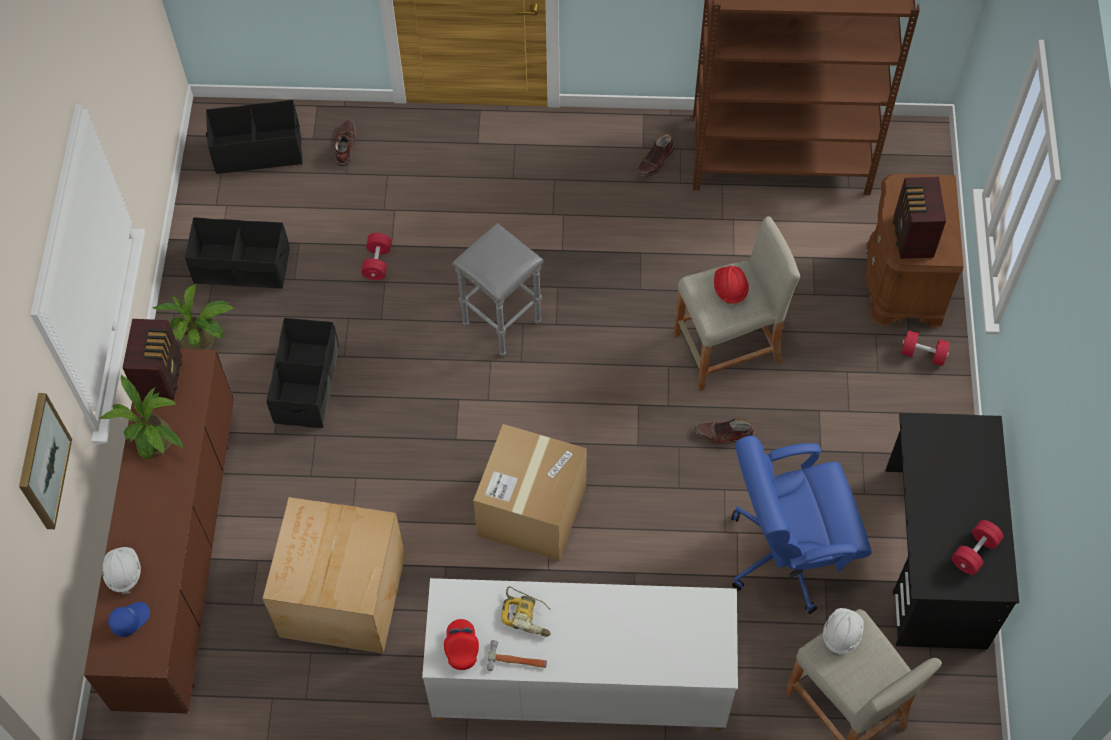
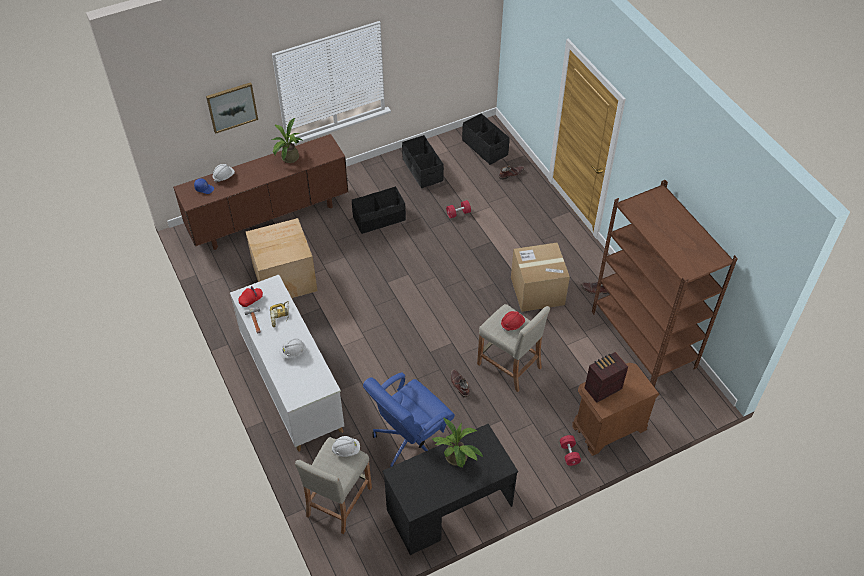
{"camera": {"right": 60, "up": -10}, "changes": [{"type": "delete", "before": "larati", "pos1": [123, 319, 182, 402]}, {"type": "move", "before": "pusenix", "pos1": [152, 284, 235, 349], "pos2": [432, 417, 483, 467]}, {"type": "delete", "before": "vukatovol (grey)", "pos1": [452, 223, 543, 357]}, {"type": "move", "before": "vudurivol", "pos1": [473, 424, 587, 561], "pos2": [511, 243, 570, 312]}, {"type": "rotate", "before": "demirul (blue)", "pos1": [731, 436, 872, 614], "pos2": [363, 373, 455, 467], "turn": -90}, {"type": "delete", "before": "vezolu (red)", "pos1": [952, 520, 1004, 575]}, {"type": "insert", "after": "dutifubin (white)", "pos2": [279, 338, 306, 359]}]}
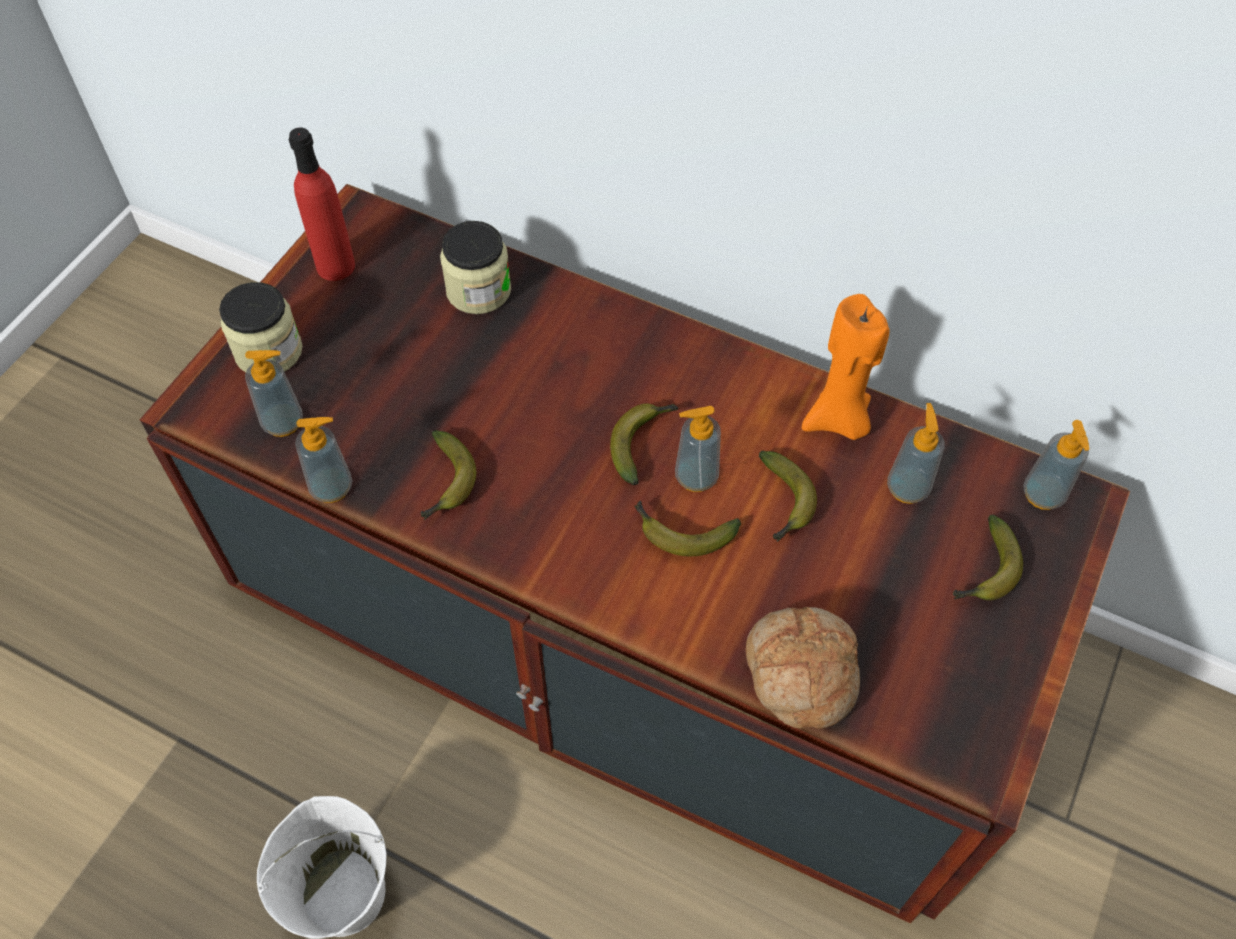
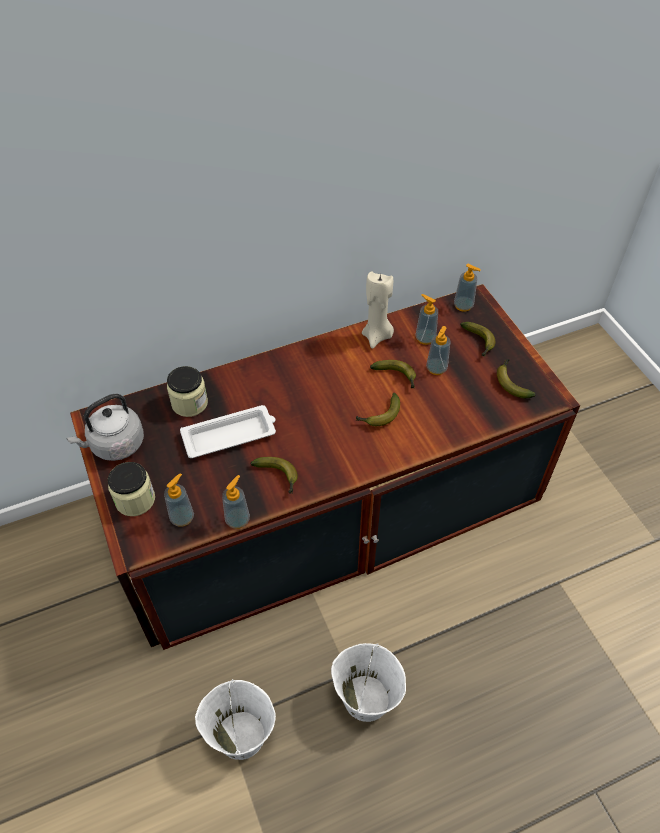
{"camera": {"right": -50, "up": -5}, "changes": [{"type": "replace", "before": "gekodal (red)", "after": "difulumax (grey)", "pos1": [289, 127, 355, 281], "pos2": [66, 394, 144, 461]}, {"type": "move", "before": "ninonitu", "pos1": [610, 403, 678, 485], "pos2": [497, 359, 536, 398]}, {"type": "move", "before": "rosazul", "pos1": [675, 406, 721, 492], "pos2": [426, 326, 450, 375]}, {"type": "delete", "before": "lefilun", "pos1": [746, 607, 860, 729]}, {"type": "recolor", "before": "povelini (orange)", "after": "povelini (beige)", "pos1": [802, 294, 890, 440], "pos2": [362, 271, 394, 349]}, {"type": "insert", "after": "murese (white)", "pos2": [180, 405, 276, 458]}, {"type": "insert", "after": "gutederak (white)", "pos2": [195, 679, 276, 760]}]}
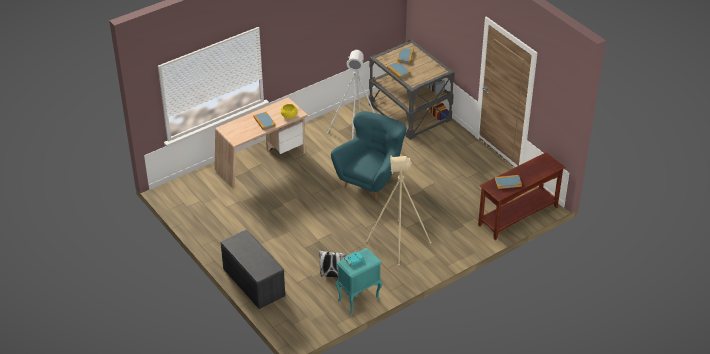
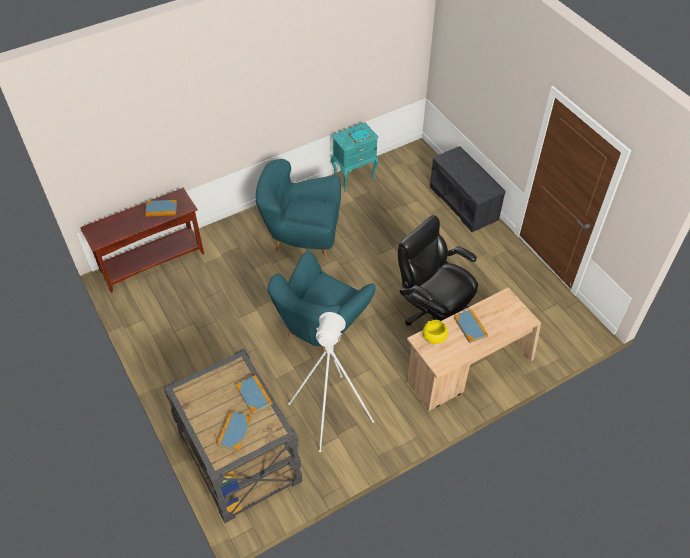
{"camera": {"right": -175, "up": 10}, "changes": [{"type": "delete", "before": "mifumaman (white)", "pos1": [319, 250, 346, 278]}, {"type": "replace", "before": "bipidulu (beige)", "after": "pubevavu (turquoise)", "pos1": [366, 155, 431, 266], "pos2": [256, 159, 341, 257]}, {"type": "insert", "after": "demirul (black)", "pos2": [398, 215, 478, 326]}]}
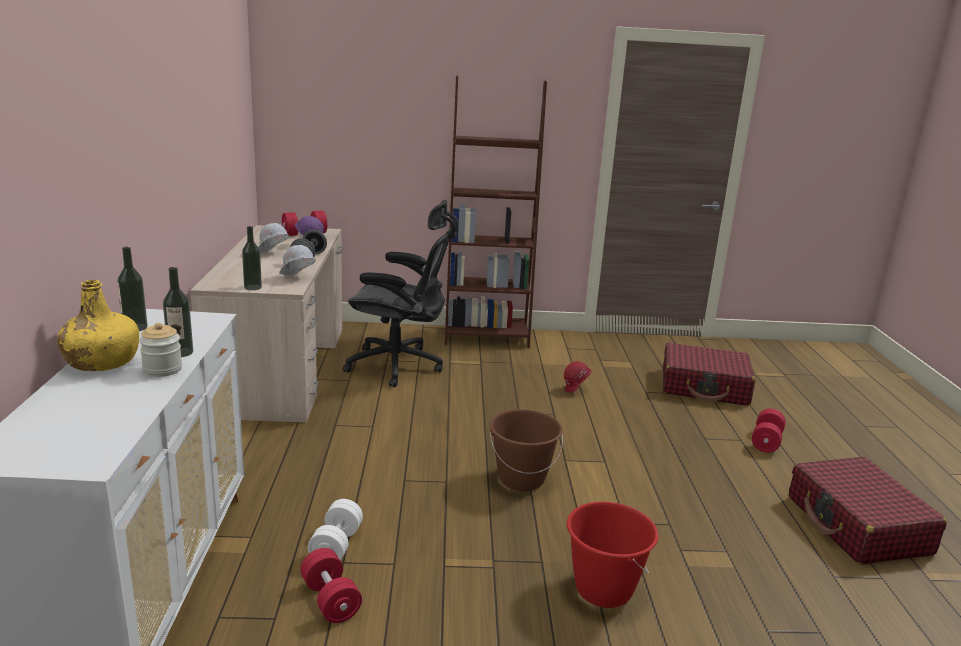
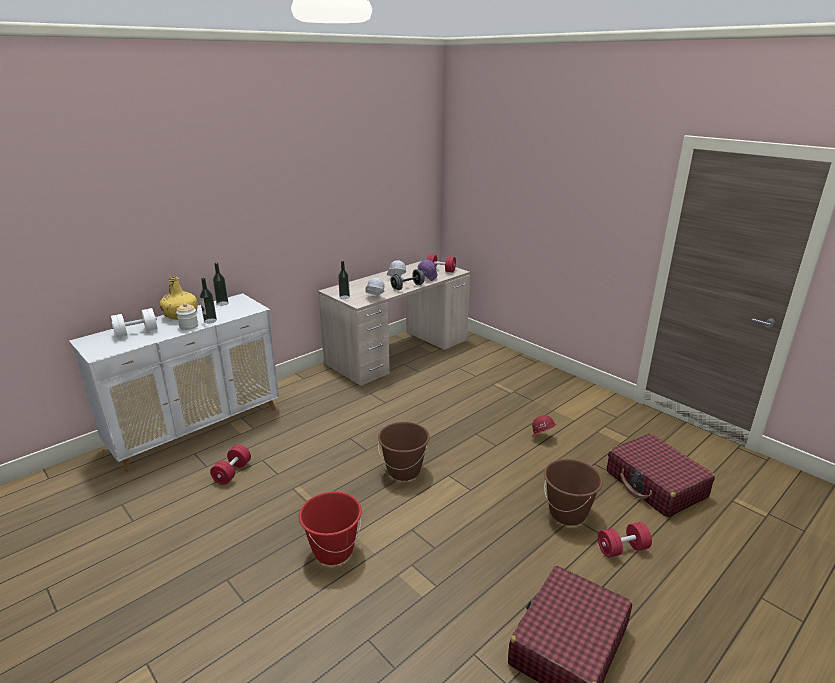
{"camera": {"right": 50, "up": 5}, "changes": [{"type": "move", "before": "vezolu (white)", "pos1": [308, 499, 363, 561], "pos2": [111, 308, 157, 337]}, {"type": "delete", "before": "demirul", "pos1": [343, 200, 458, 387]}, {"type": "delete", "before": "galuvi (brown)", "pos1": [445, 76, 547, 348]}, {"type": "insert", "after": "gutederak (brown)", "pos2": [544, 459, 603, 526]}]}
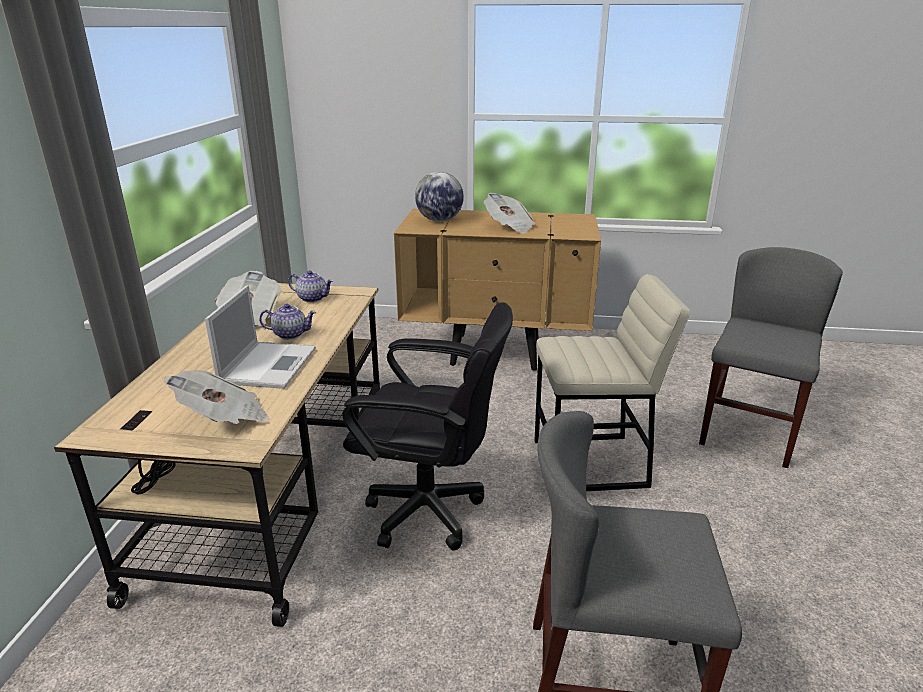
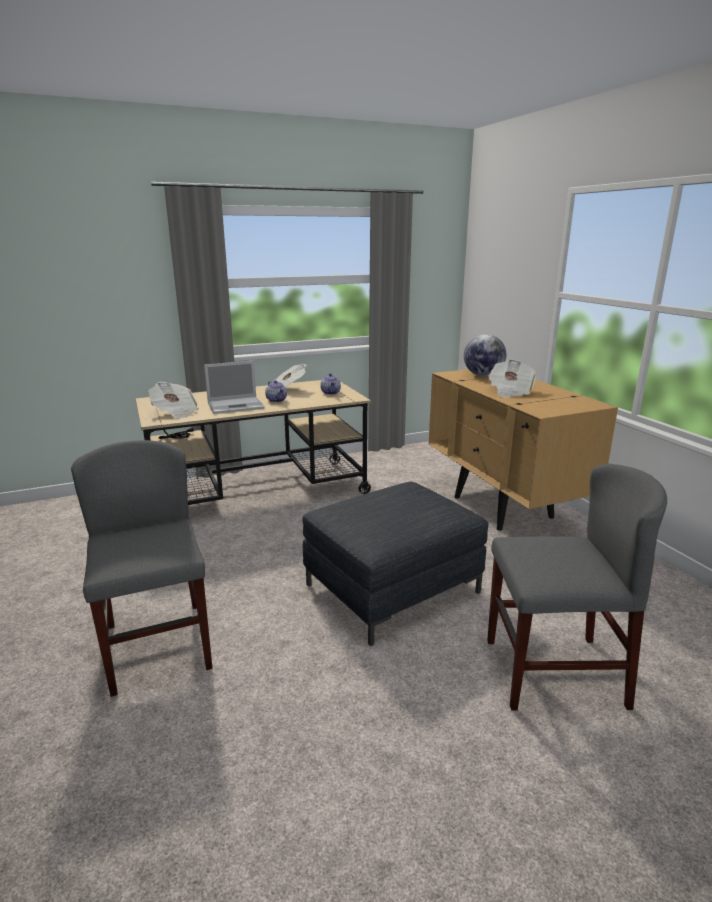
{"camera": {"right": 60, "up": -5}, "changes": [{"type": "delete", "before": "demirul (black)", "pos1": [343, 302, 513, 551]}, {"type": "replace", "before": "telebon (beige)", "after": "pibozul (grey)", "pos1": [535, 274, 690, 491], "pos2": [303, 482, 488, 646]}]}
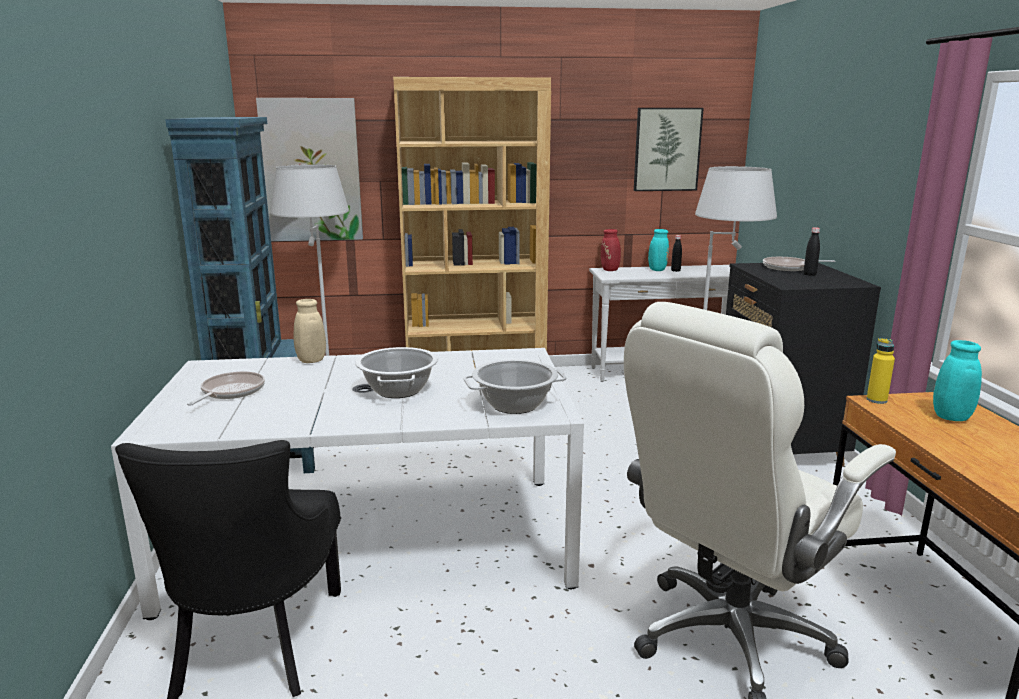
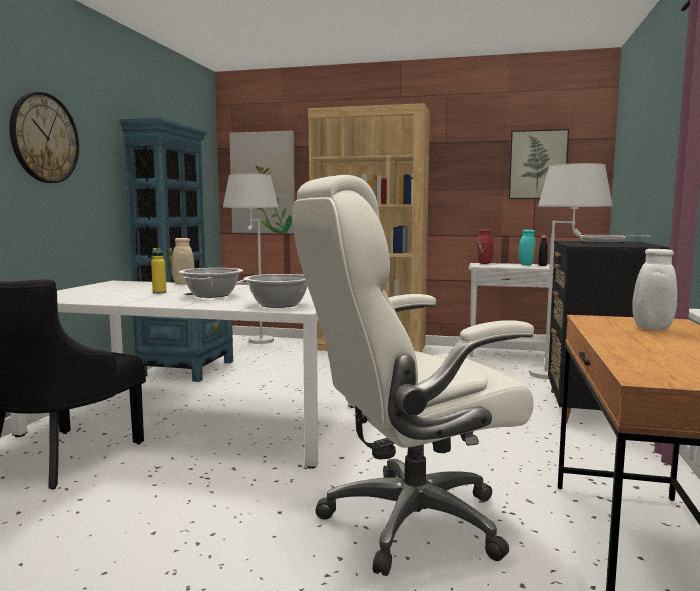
{"camera": {"right": 20, "up": -10}, "changes": [{"type": "delete", "before": "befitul", "pos1": [187, 372, 265, 406]}, {"type": "delete", "before": "gekodal (black)", "pos1": [804, 227, 820, 276]}, {"type": "move", "before": "gekodal (yellow)", "pos1": [867, 338, 895, 404], "pos2": [151, 248, 167, 294]}, {"type": "recolor", "before": "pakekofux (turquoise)", "after": "pakekofux (white)", "pos1": [933, 340, 982, 421], "pos2": [626, 248, 677, 330]}, {"type": "insert", "after": "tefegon", "pos2": [9, 92, 79, 183]}]}
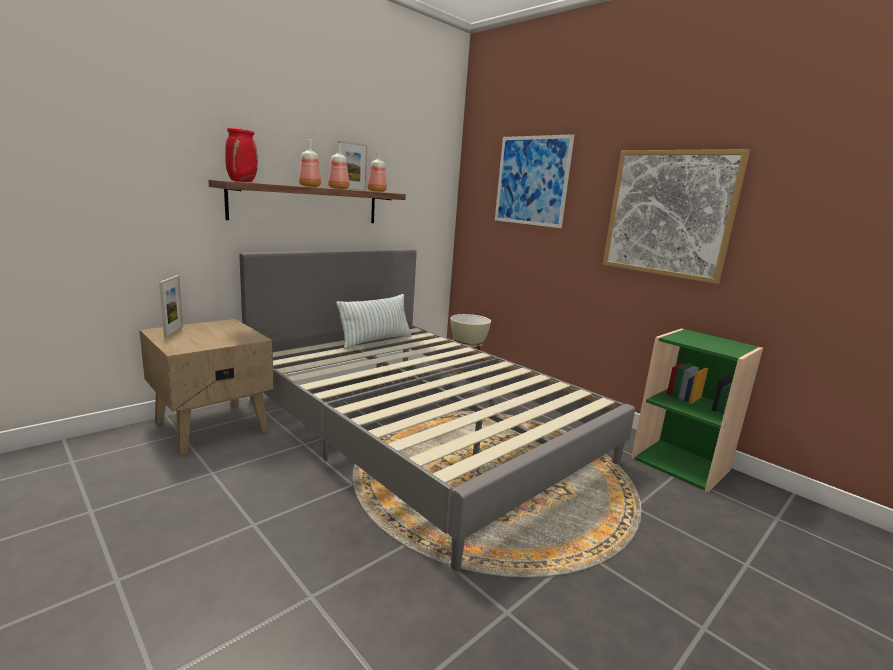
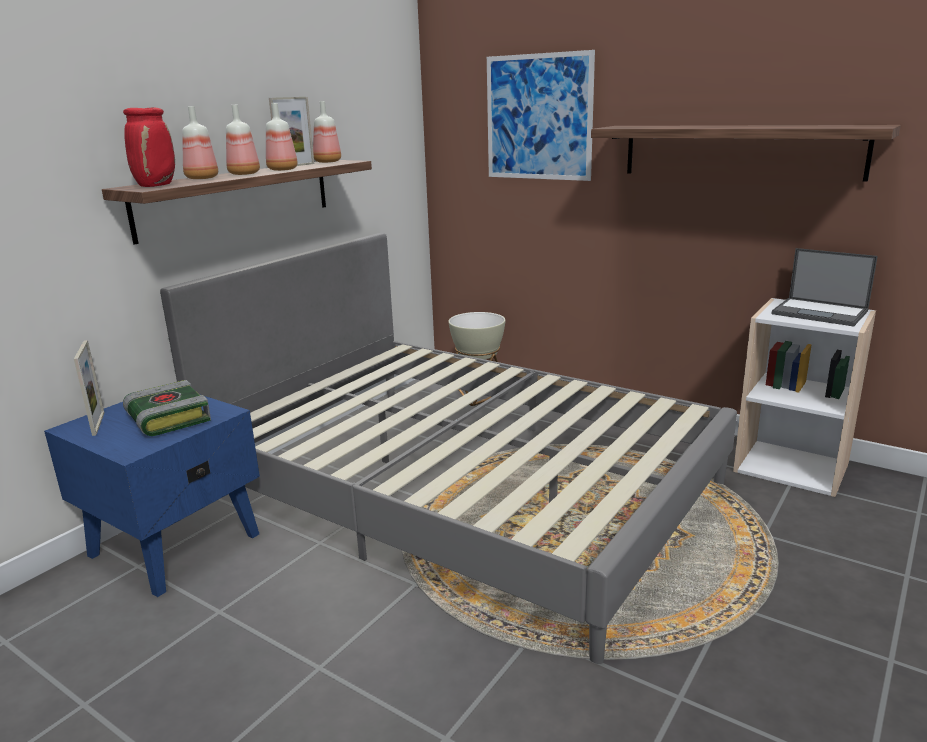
{"camera": {"right": -10, "up": 5}, "changes": [{"type": "recolor", "before": "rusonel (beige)", "after": "rusonel (blue)", "pos1": [139, 319, 274, 456], "pos2": [44, 394, 260, 597]}, {"type": "delete", "before": "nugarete", "pos1": [336, 294, 412, 349]}, {"type": "replace", "before": "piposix", "after": "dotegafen", "pos1": [603, 149, 750, 284], "pos2": [591, 125, 901, 182]}, {"type": "recolor", "before": "galuvi (green)", "after": "galuvi (white)", "pos1": [631, 328, 763, 492], "pos2": [733, 298, 876, 497]}, {"type": "insert", "after": "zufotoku", "pos2": [123, 380, 211, 436]}, {"type": "insert", "after": "gekodal", "pos2": [182, 106, 218, 179]}, {"type": "insert", "after": "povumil", "pos2": [771, 248, 878, 326]}]}
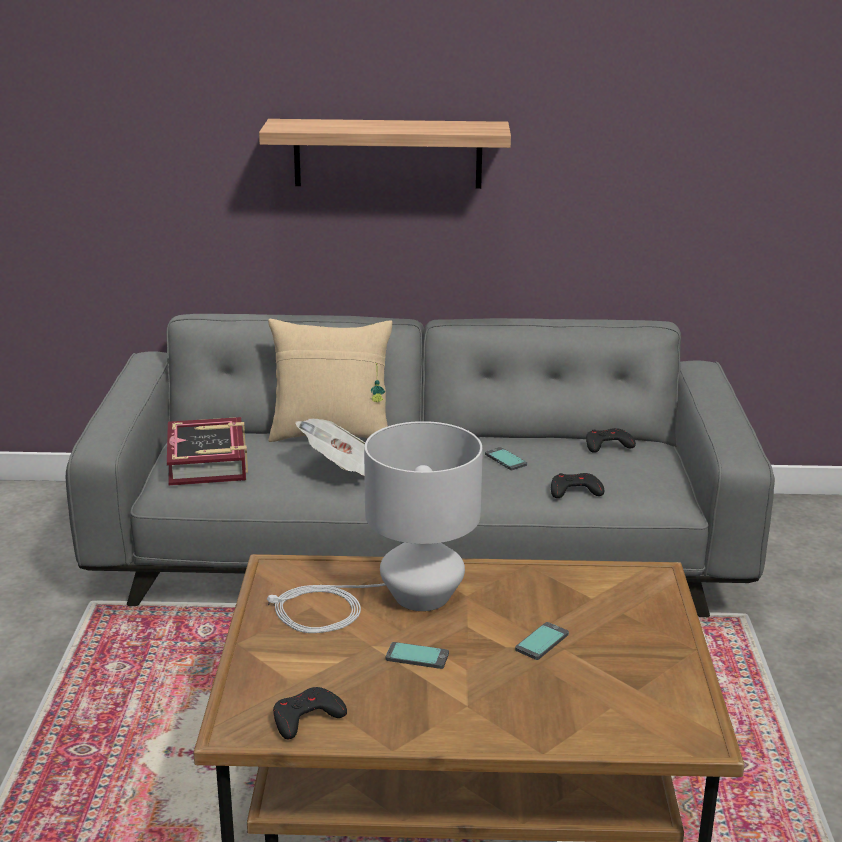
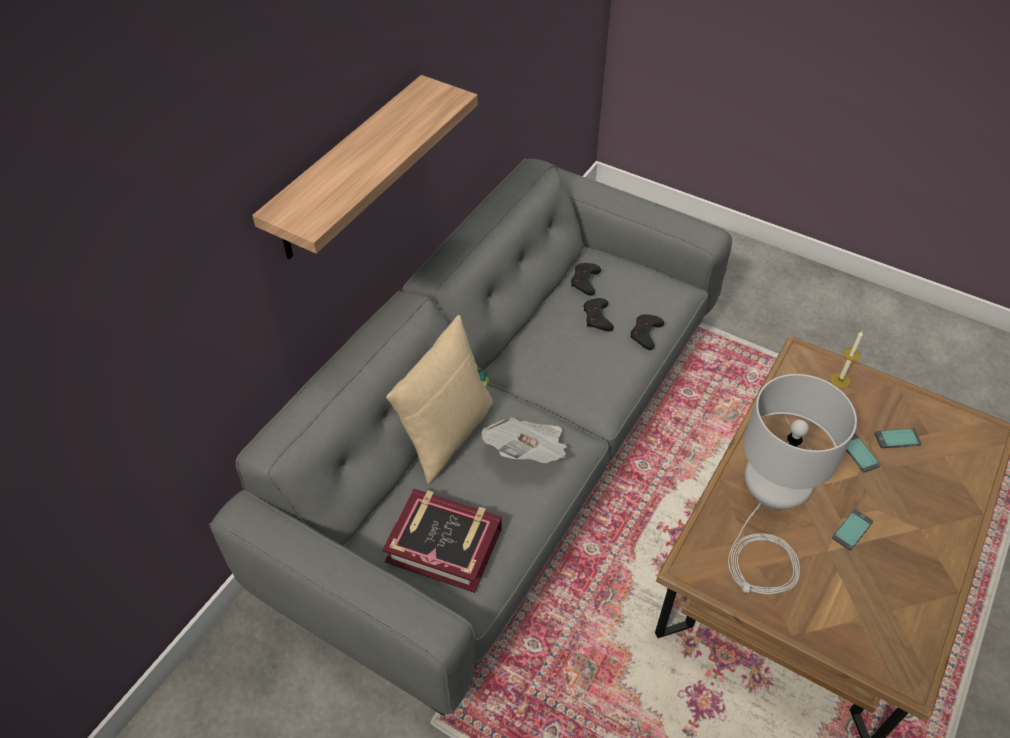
{"camera": {"right": -60, "up": 25}, "changes": [{"type": "move", "before": "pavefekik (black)", "pos1": [273, 687, 347, 739], "pos2": [584, 298, 614, 332]}, {"type": "move", "before": "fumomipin", "pos1": [485, 447, 527, 470], "pos2": [875, 428, 922, 448]}, {"type": "insert", "after": "povelini", "pos2": [830, 331, 863, 388]}]}
